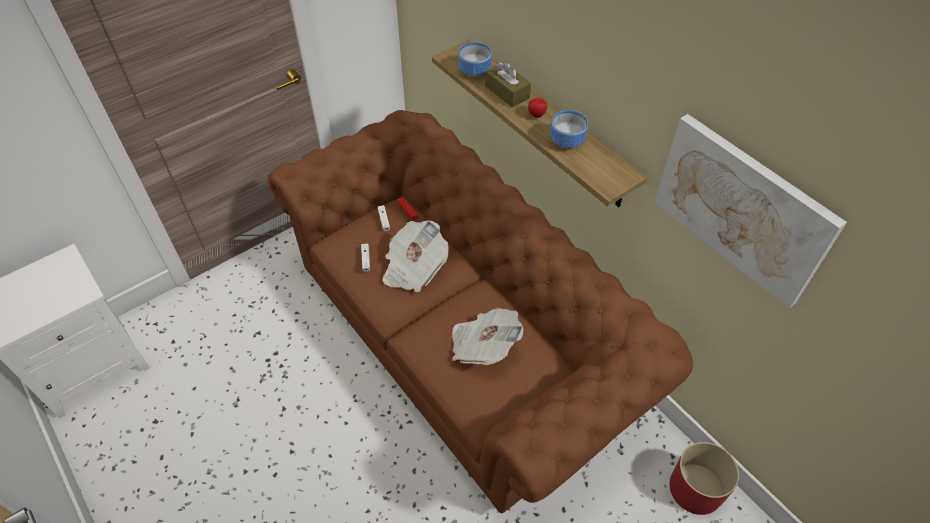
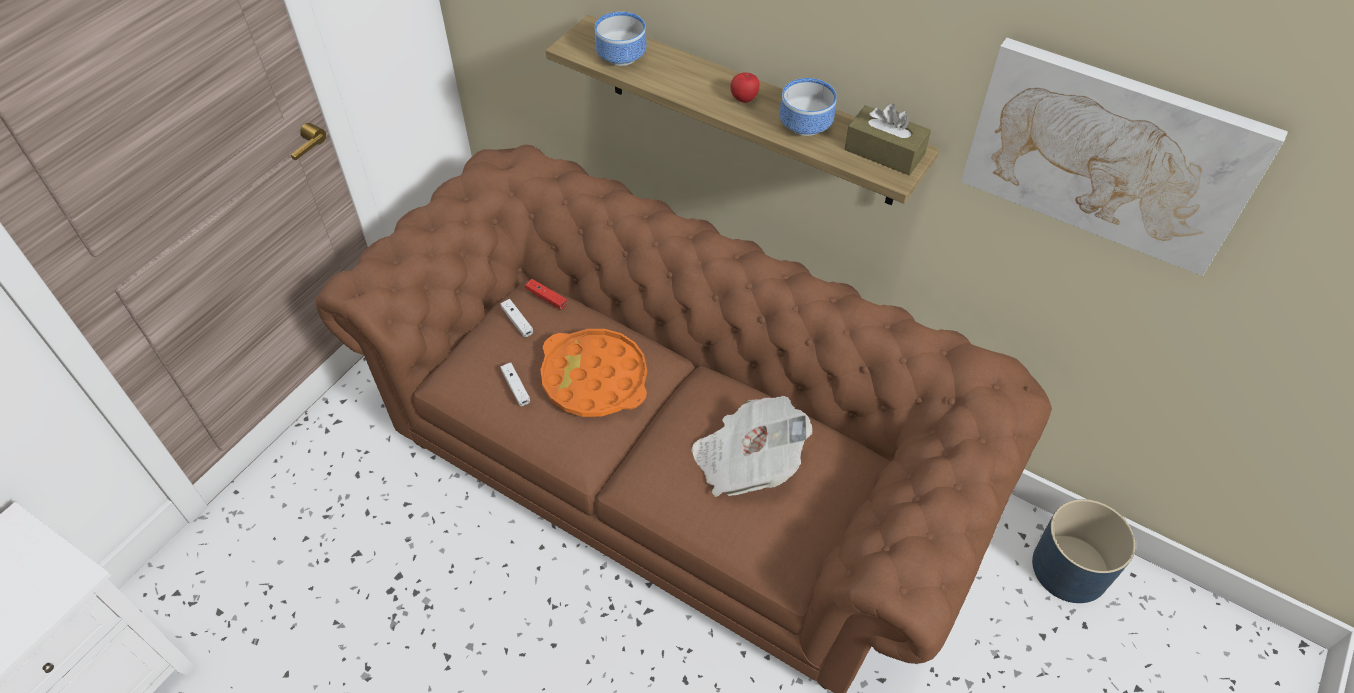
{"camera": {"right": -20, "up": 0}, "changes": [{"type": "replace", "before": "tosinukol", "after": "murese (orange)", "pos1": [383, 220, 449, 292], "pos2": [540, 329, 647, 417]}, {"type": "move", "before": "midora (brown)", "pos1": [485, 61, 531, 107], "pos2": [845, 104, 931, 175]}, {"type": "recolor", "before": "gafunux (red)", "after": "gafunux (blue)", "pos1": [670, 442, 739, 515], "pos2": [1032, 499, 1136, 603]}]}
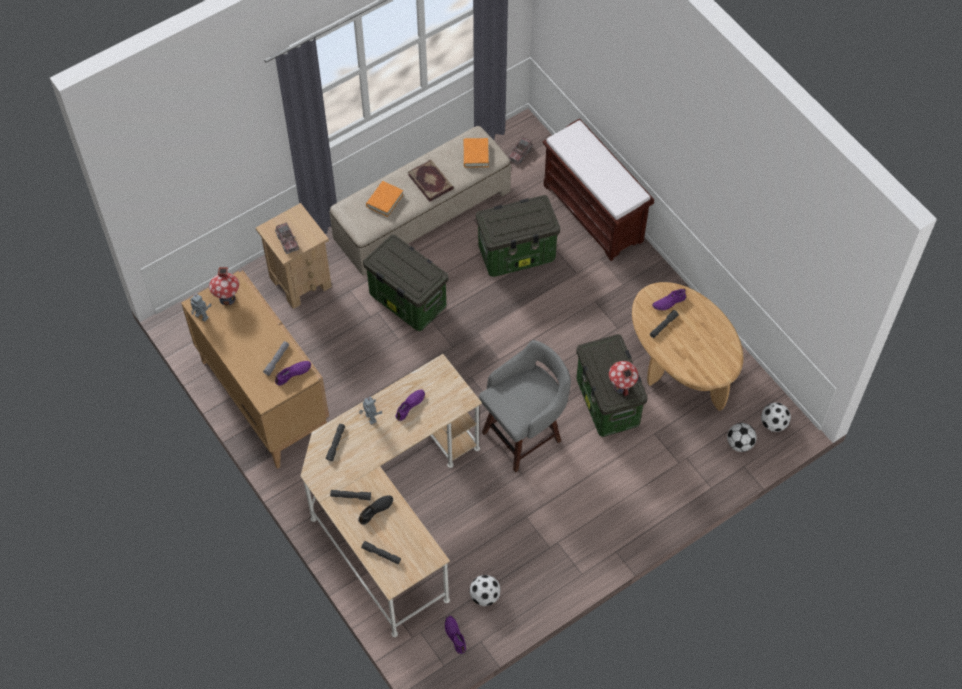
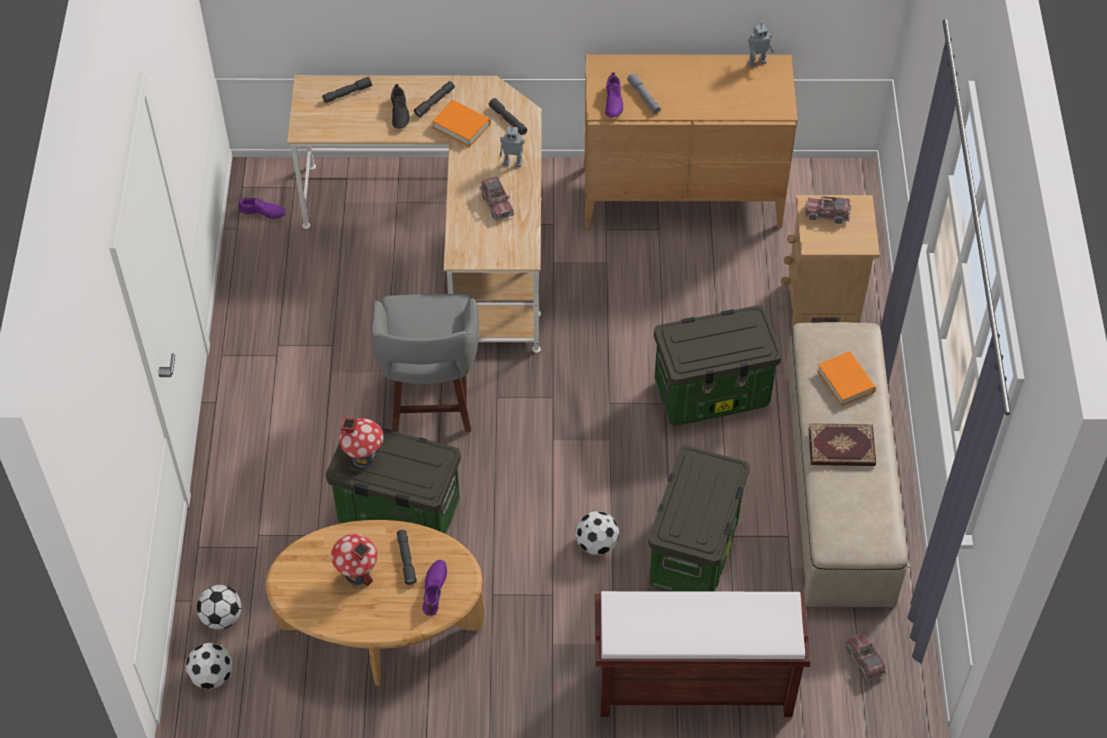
{"camera": {"right": 125, "up": -5}, "changes": [{"type": "move", "before": "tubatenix", "pos1": [209, 267, 239, 305], "pos2": [331, 534, 377, 586]}, {"type": "replace", "before": "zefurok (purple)", "after": "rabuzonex", "pos1": [396, 390, 425, 421], "pos2": [480, 177, 514, 220]}, {"type": "move", "before": "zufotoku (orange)", "pos1": [464, 138, 489, 168], "pos2": [432, 100, 491, 147]}, {"type": "move", "before": "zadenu", "pos1": [470, 575, 501, 606], "pos2": [575, 511, 619, 555]}]}
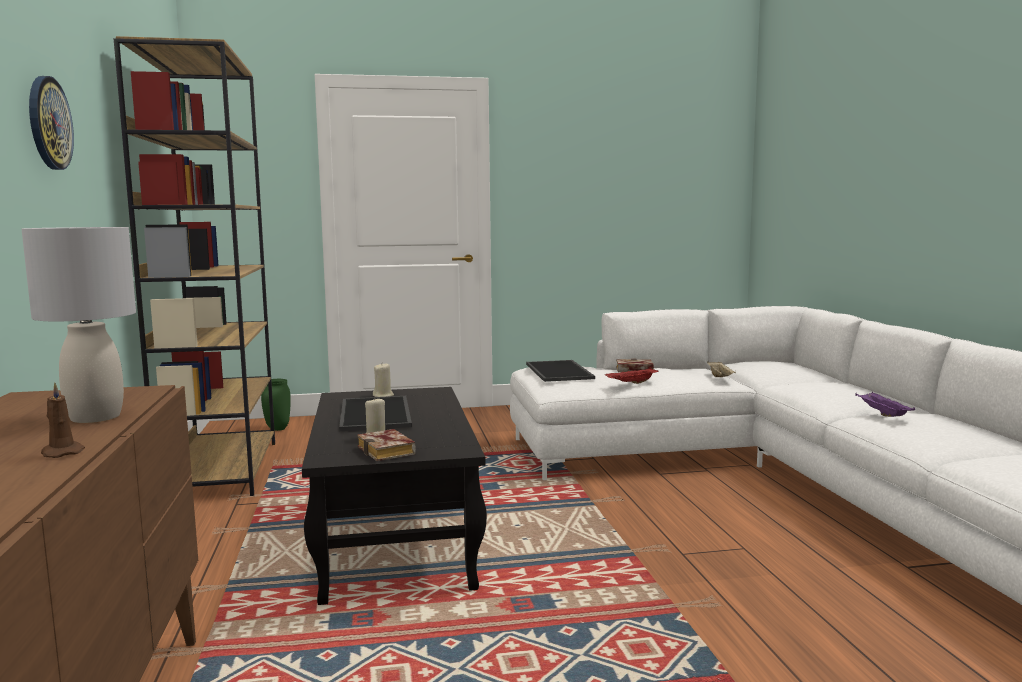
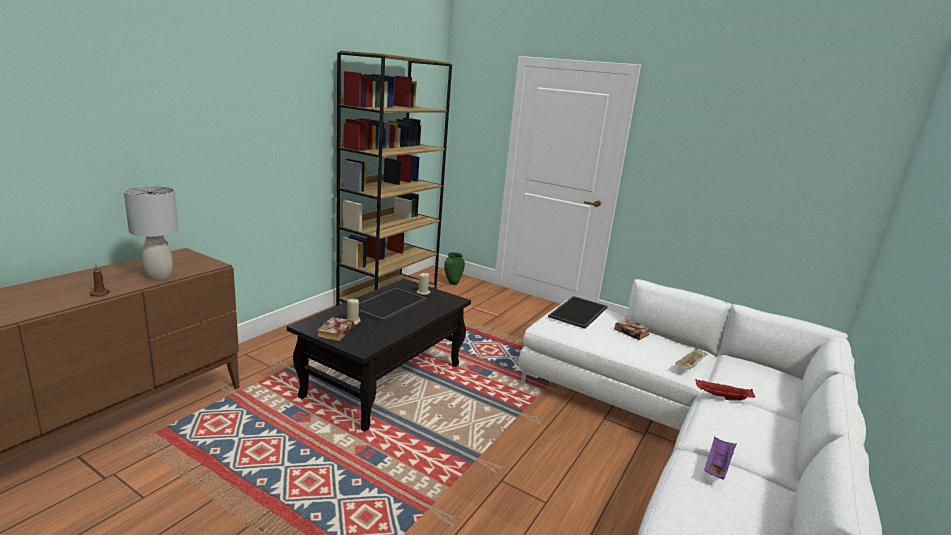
{"camera": {"right": 40, "up": 10}, "changes": [{"type": "delete", "before": "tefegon", "pos1": [29, 76, 74, 170]}, {"type": "move", "before": "murese (red)", "pos1": [605, 367, 659, 384], "pos2": [695, 379, 755, 401]}]}
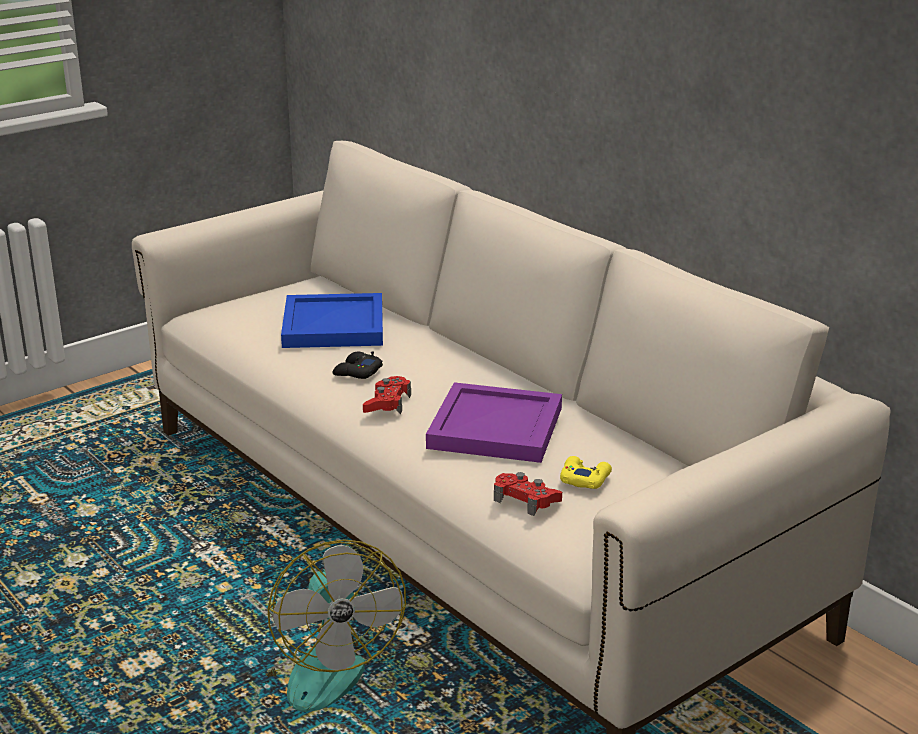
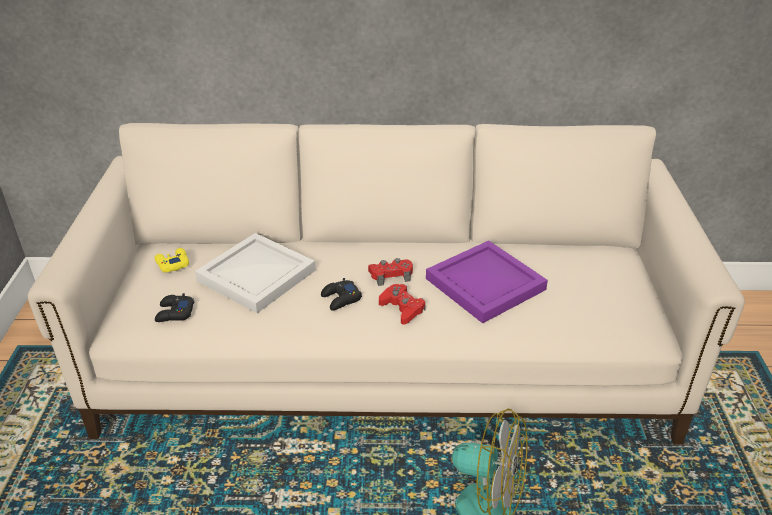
{"camera": {"right": -50, "up": 10}, "changes": [{"type": "recolor", "before": "murese (blue)", "after": "murese (white)", "pos1": [281, 293, 383, 348], "pos2": [195, 233, 316, 313]}, {"type": "move", "before": "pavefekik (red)", "pos1": [494, 472, 562, 516], "pos2": [368, 258, 413, 286]}, {"type": "move", "before": "pavefekik (yellow)", "pos1": [560, 456, 612, 489], "pos2": [154, 248, 189, 272]}, {"type": "insert", "after": "pavefekik (black)", "pos2": [155, 293, 194, 322]}]}
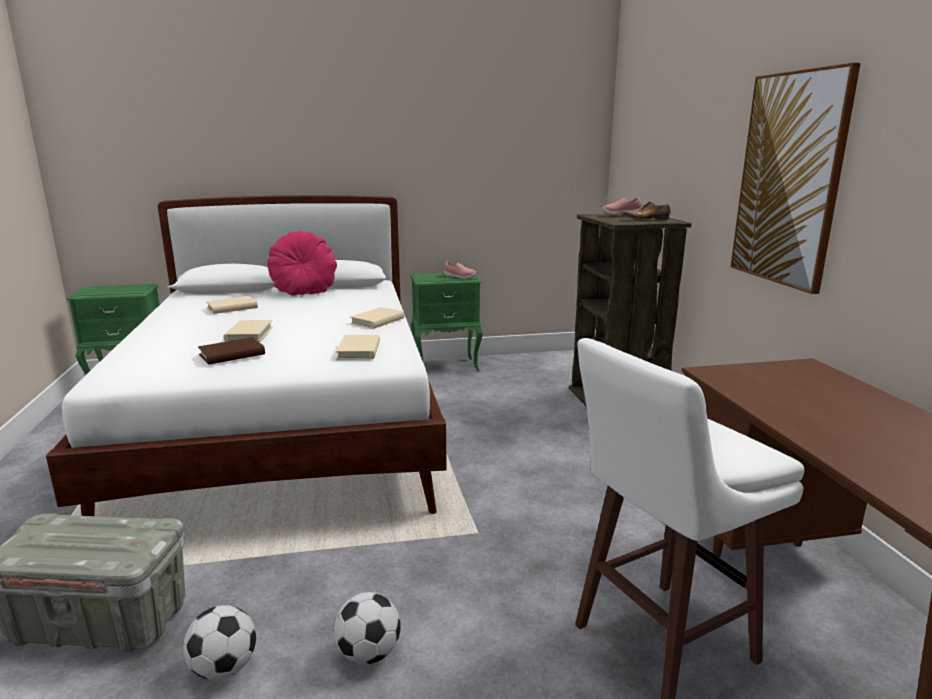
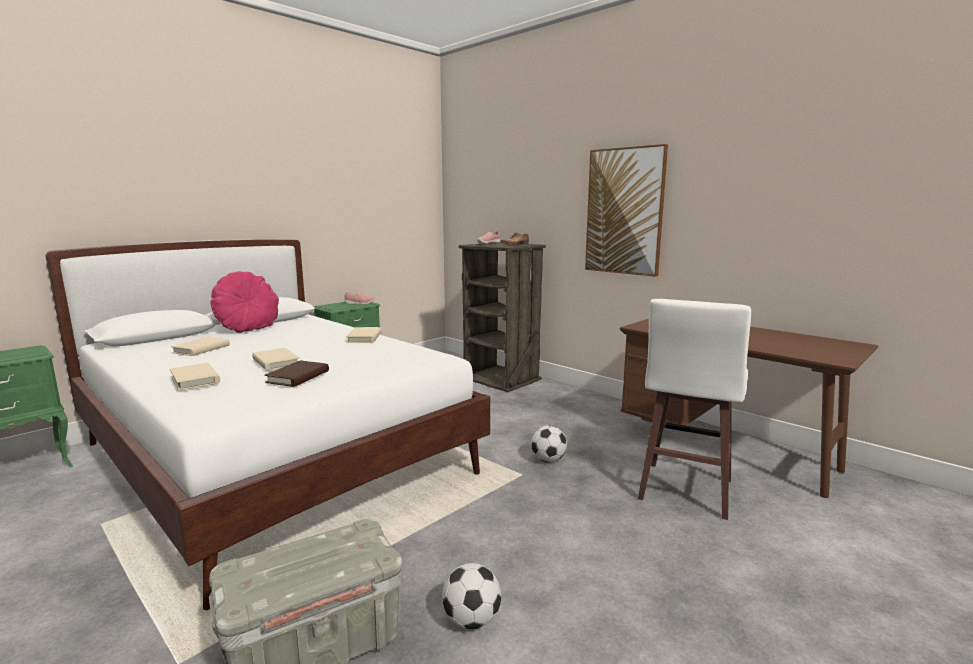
{"camera": {"right": -35, "up": -5}, "changes": [{"type": "move", "before": "zadenu", "pos1": [334, 592, 401, 664], "pos2": [531, 426, 567, 463]}, {"type": "move", "before": "zufotoku (beige)", "pos1": [336, 335, 380, 360], "pos2": [170, 363, 220, 391]}]}
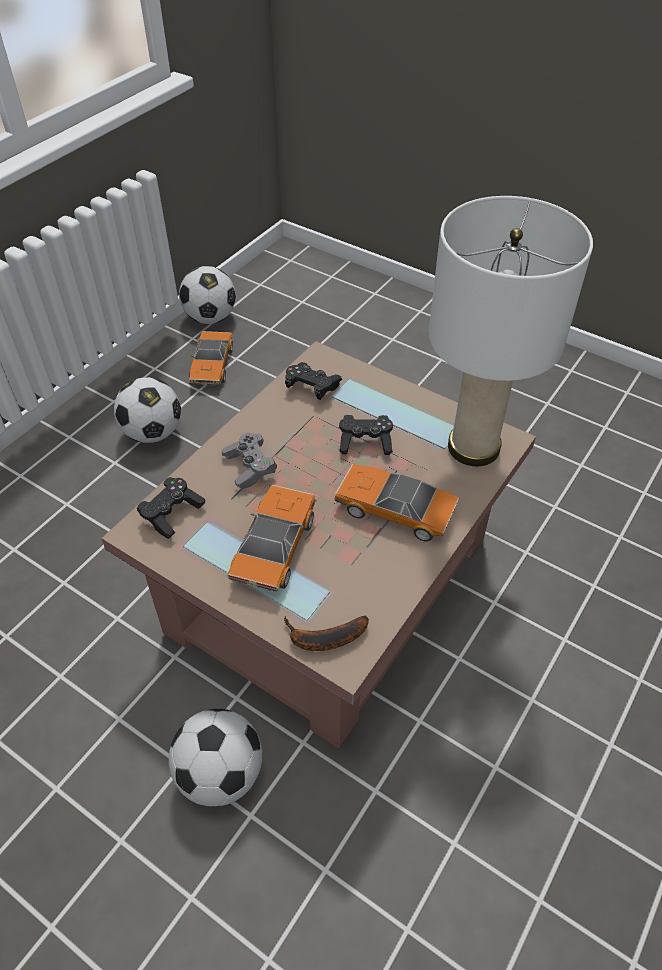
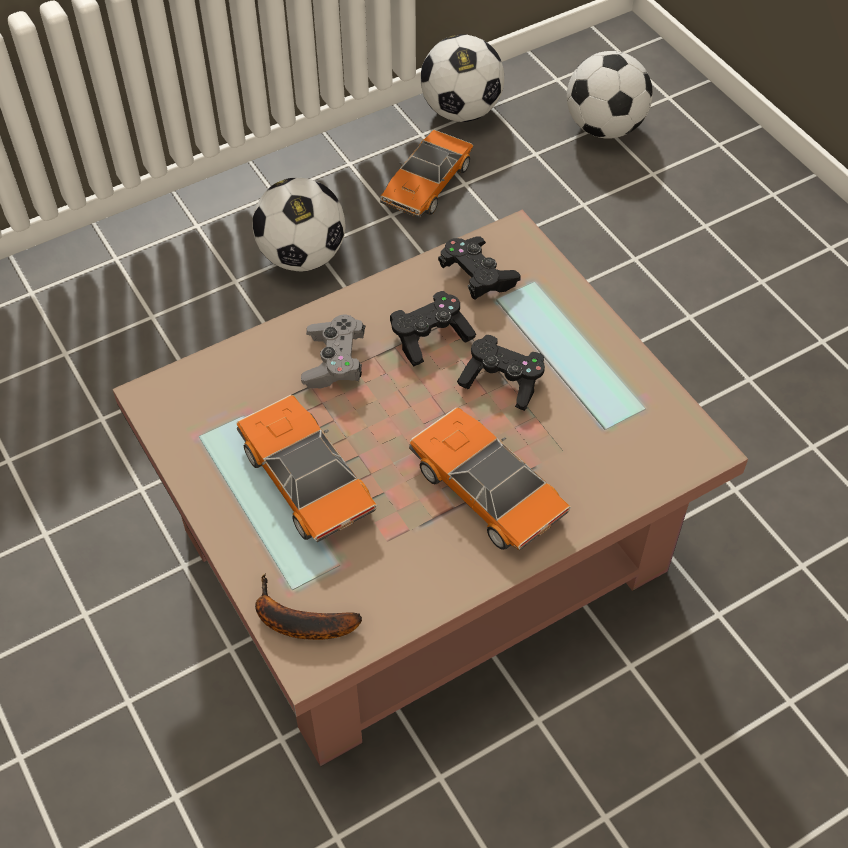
{"camera": {"right": 25, "up": 5}, "changes": [{"type": "move", "before": "pavefekik (black)", "pos1": [137, 477, 205, 539], "pos2": [390, 291, 476, 367]}, {"type": "move", "before": "zadenu", "pos1": [169, 709, 262, 807], "pos2": [567, 51, 653, 139]}, {"type": "rotate", "before": "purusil", "pos1": [227, 485, 316, 592], "pos2": [236, 395, 377, 542], "turn": -75}, {"type": "delete", "before": "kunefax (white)", "pos1": [429, 196, 593, 466]}]}
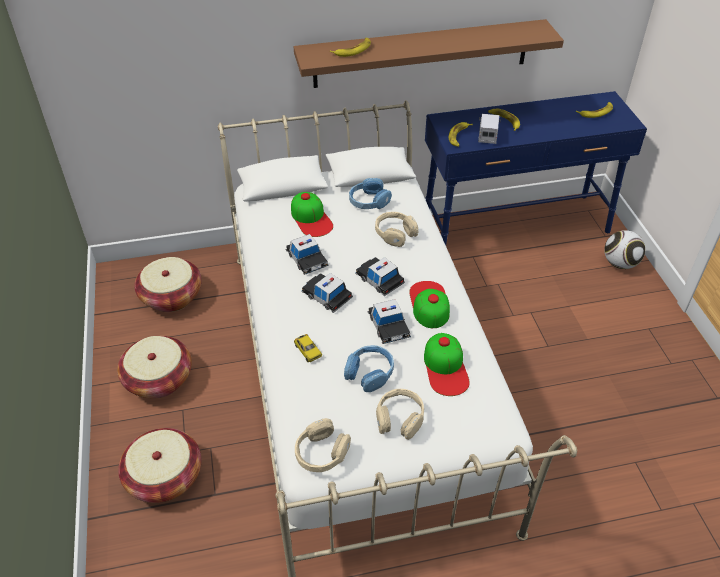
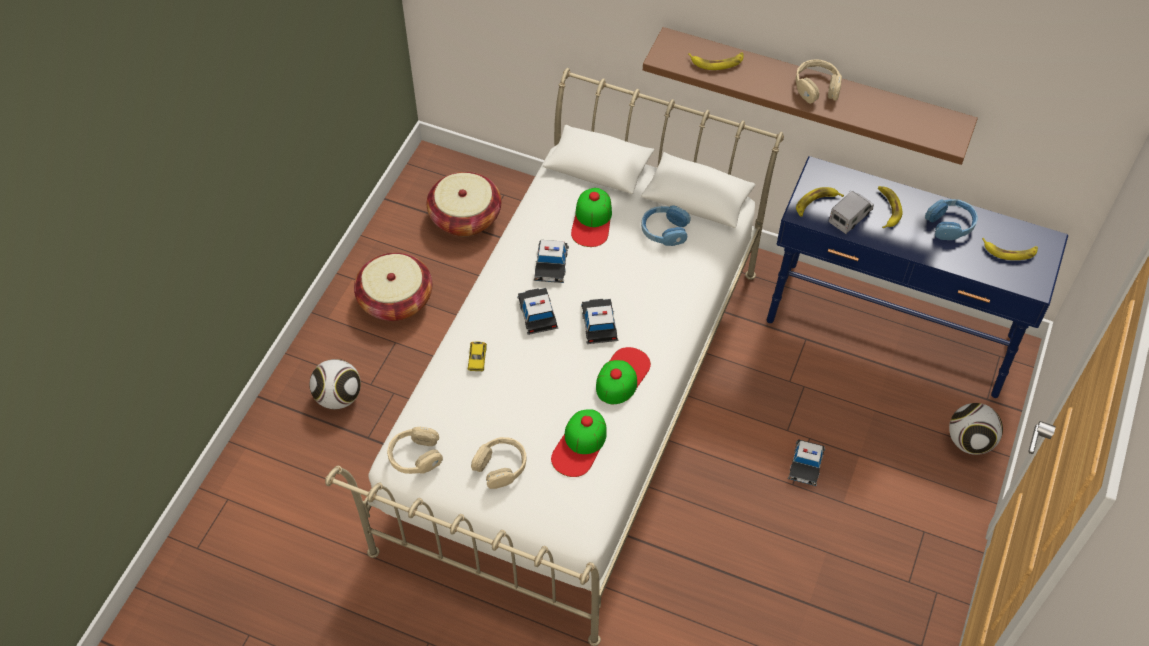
{"camera": {"right": 35, "up": 10}, "changes": [{"type": "replace", "before": "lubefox", "after": "zadenu", "pos1": [118, 428, 201, 503], "pos2": [309, 359, 361, 409]}, {"type": "move", "before": "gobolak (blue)", "pos1": [344, 345, 394, 392], "pos2": [925, 199, 978, 240]}, {"type": "move", "before": "purusil", "pos1": [367, 299, 411, 344], "pos2": [788, 439, 825, 486]}, {"type": "move", "before": "gobolak (beige)", "pos1": [375, 212, 418, 247], "pos2": [796, 59, 842, 104]}]}
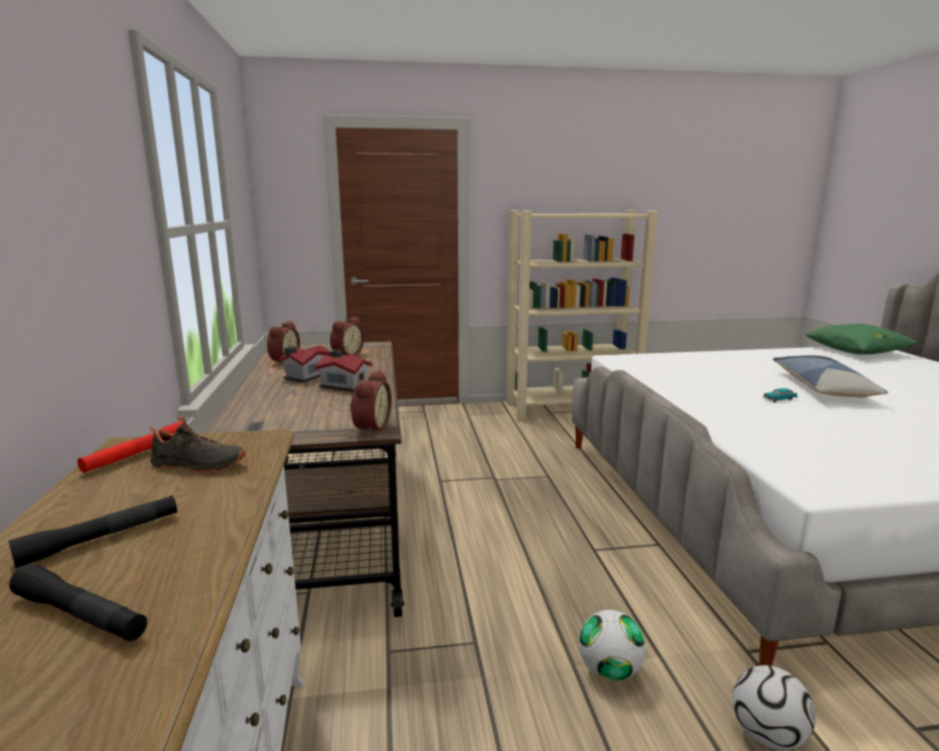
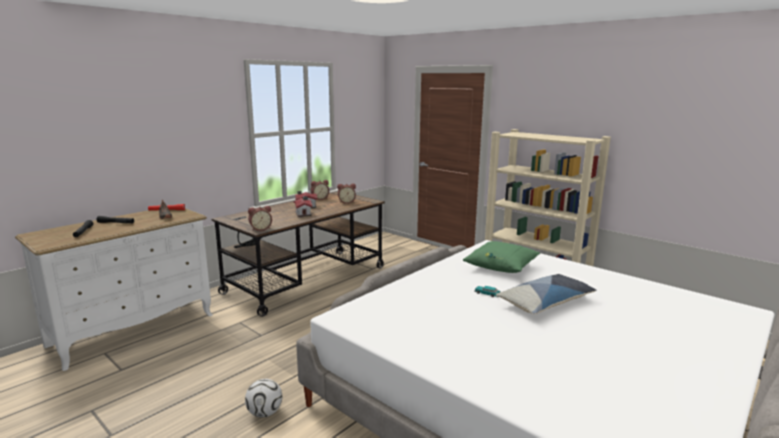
{"camera": {"right": 50, "up": 0}, "changes": [{"type": "delete", "before": "zadenu", "pos1": [579, 610, 646, 681]}, {"type": "move", "before": "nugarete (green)", "pos1": [806, 324, 918, 355], "pos2": [463, 241, 540, 273]}]}
